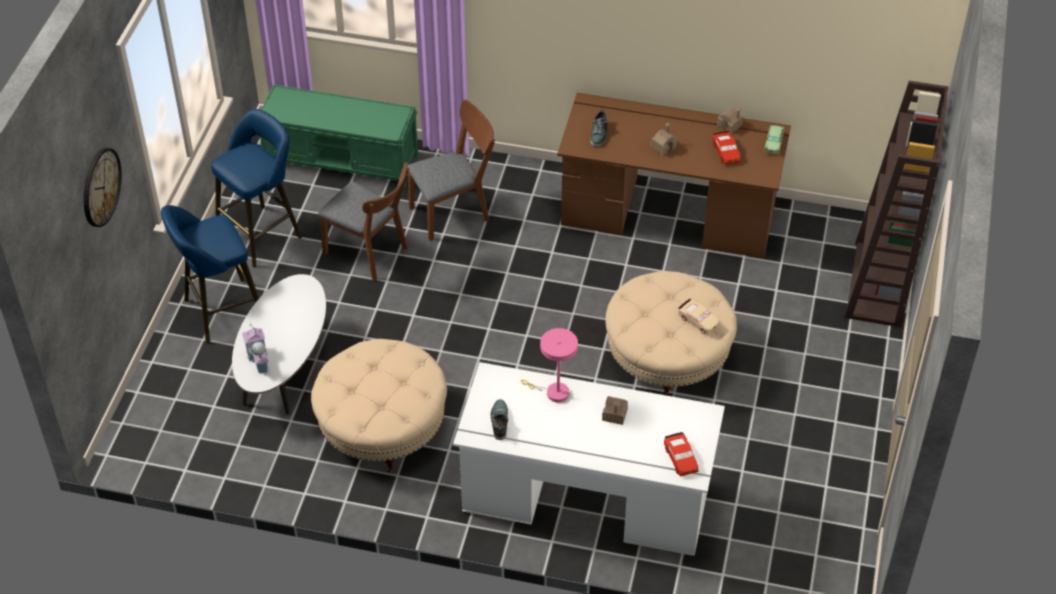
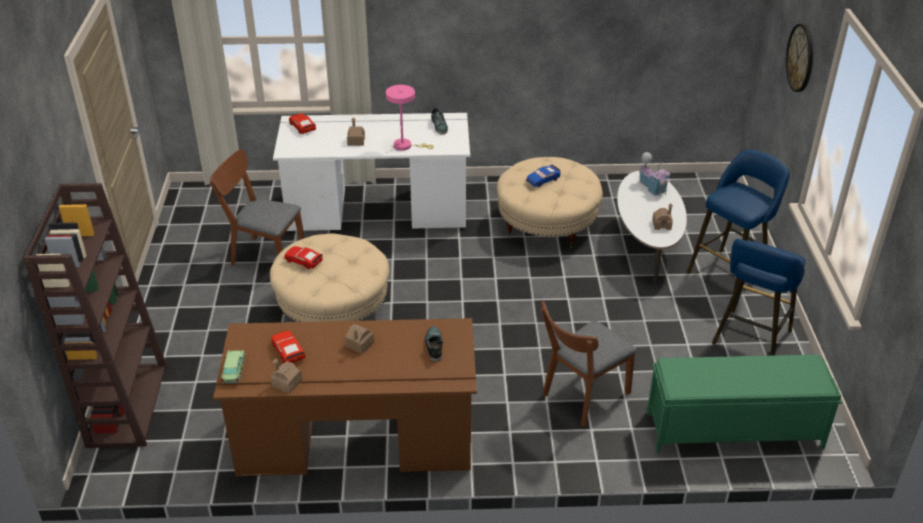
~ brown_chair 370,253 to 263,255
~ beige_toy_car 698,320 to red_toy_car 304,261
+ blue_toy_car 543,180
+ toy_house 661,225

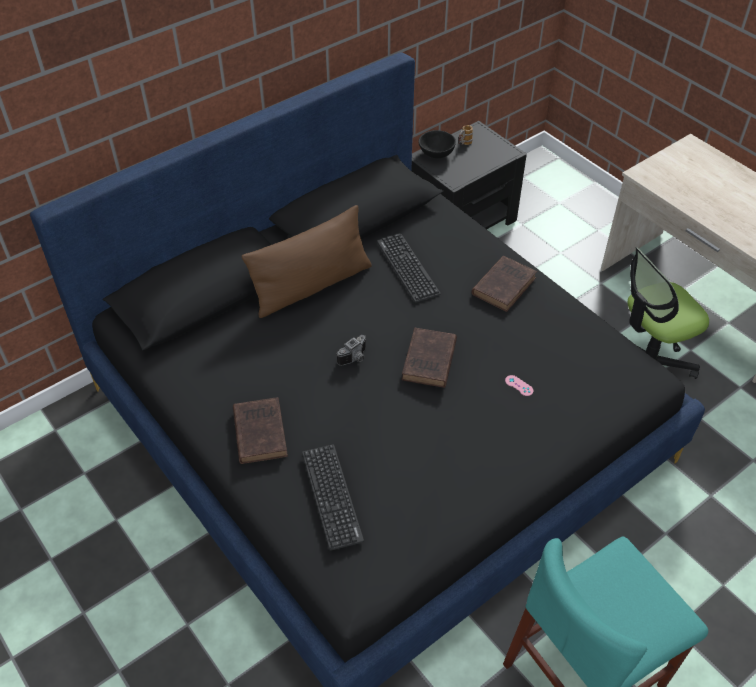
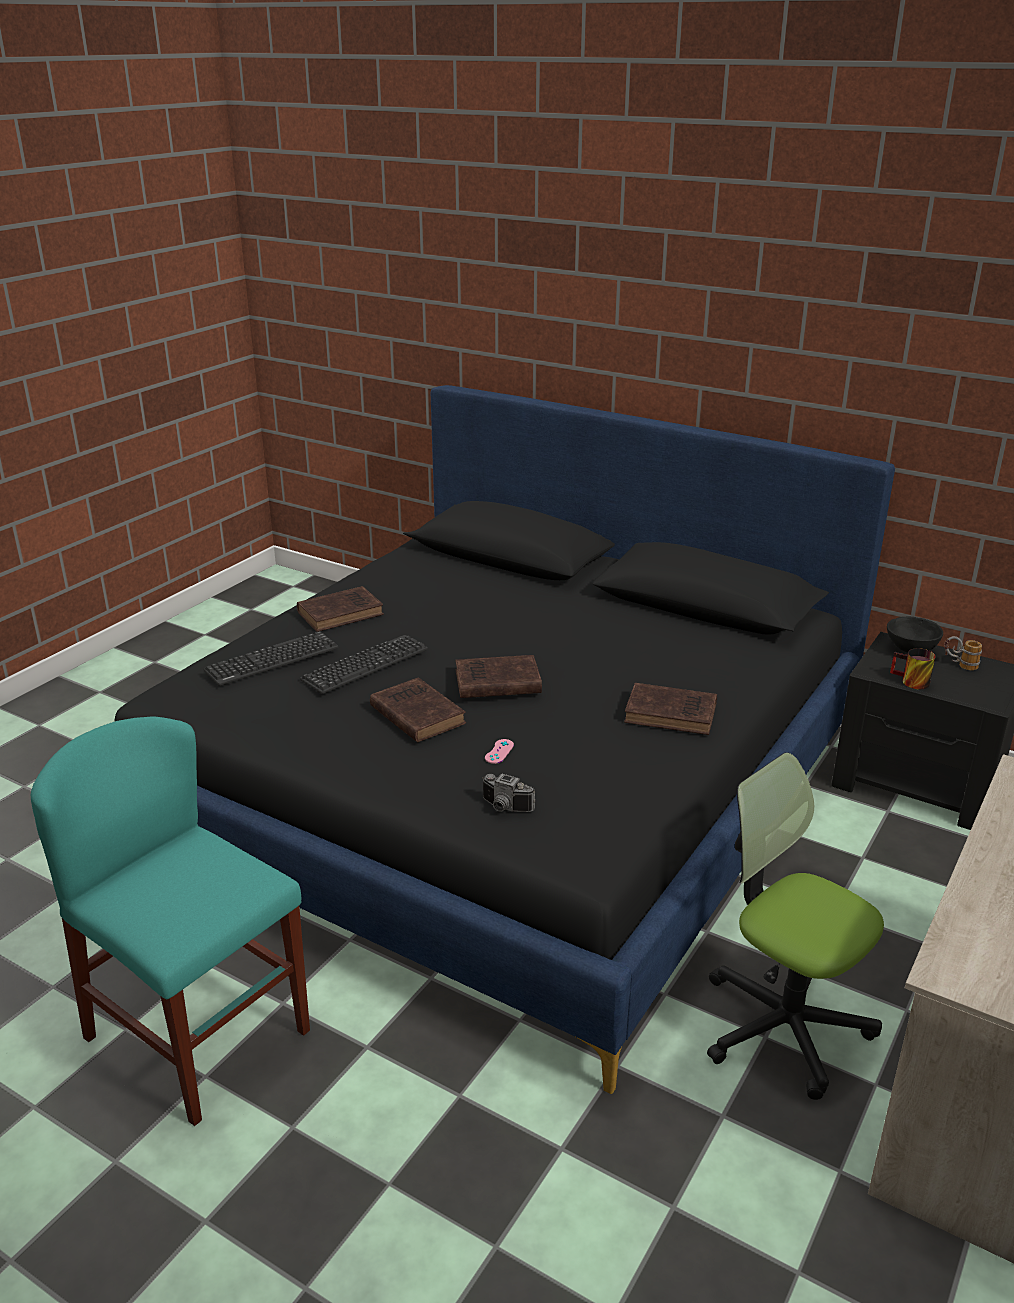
- brown_pillow 312,286
~ photo_camera 355,358 to 504,808
~ keyboard 407,268 to 365,665
+ brown_book 416,714
+ mug 910,682

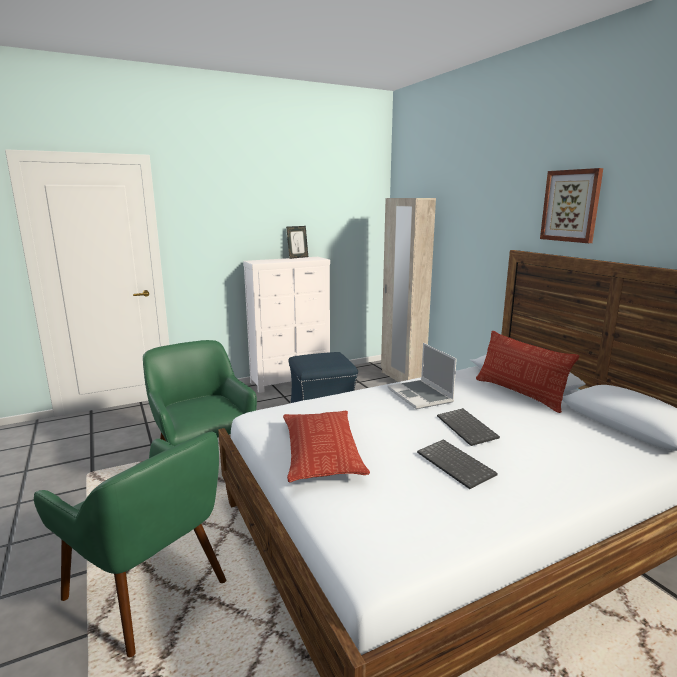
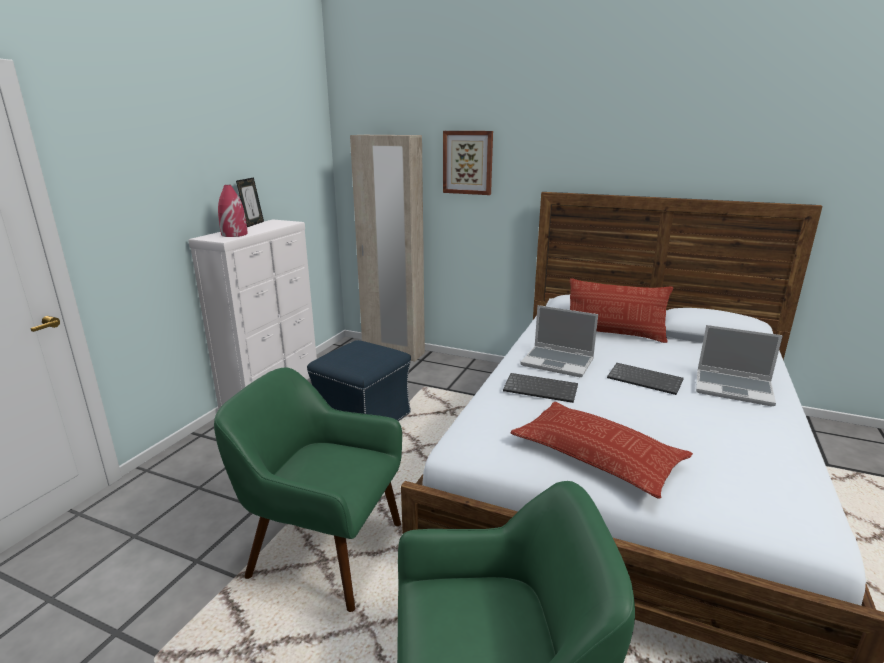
~ keyboard 457,465 to 541,389
~ picture 571,206 to 468,162
+ red_vase 234,234
+ laptop 734,388

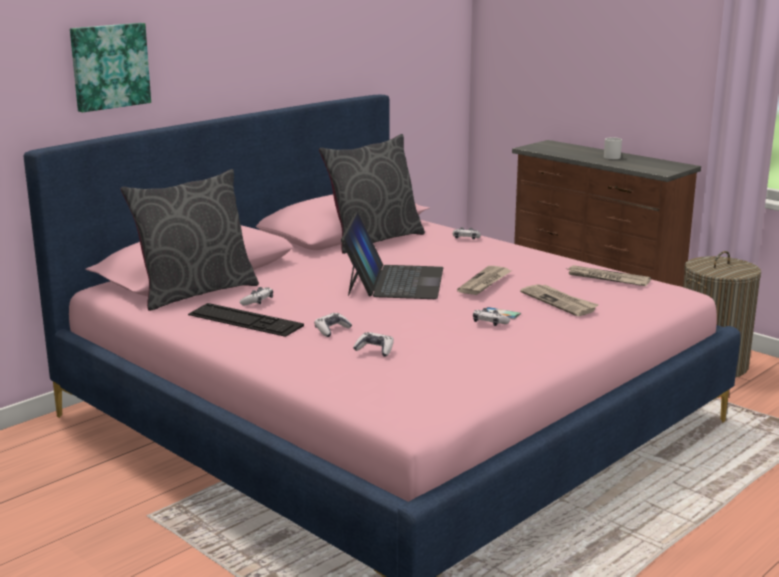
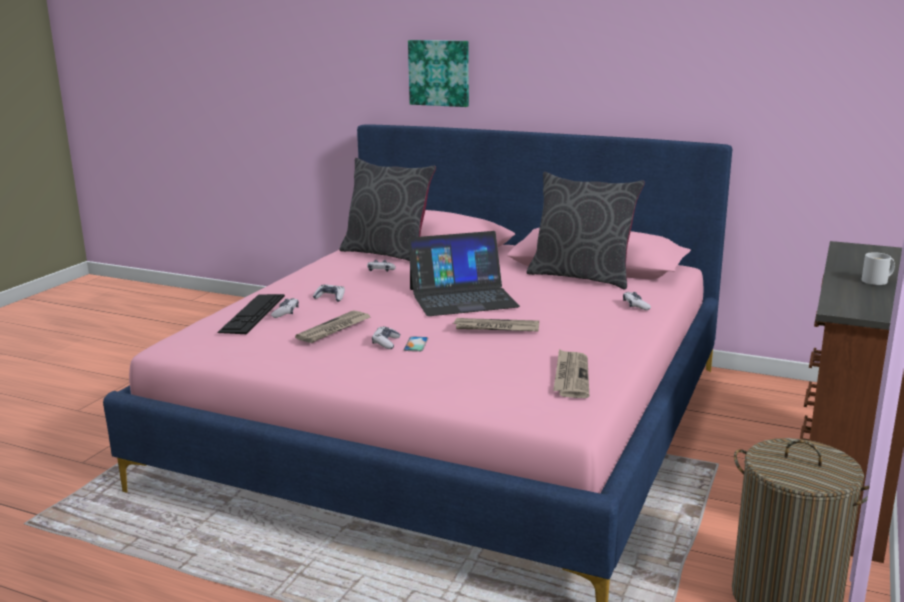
~ keyboard 245,320 to 252,313
~ newspaper 559,302 to 334,329

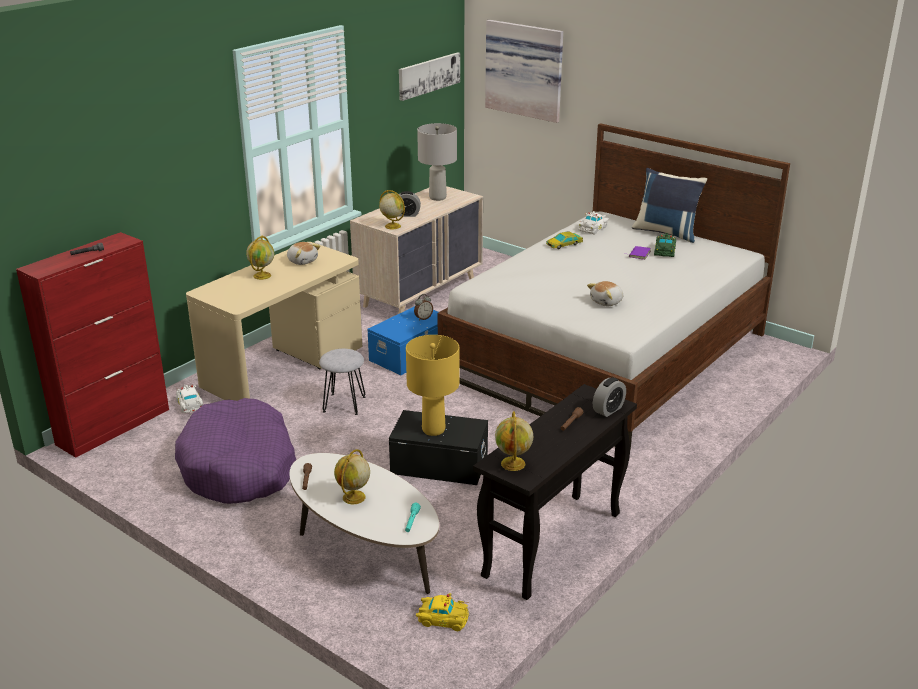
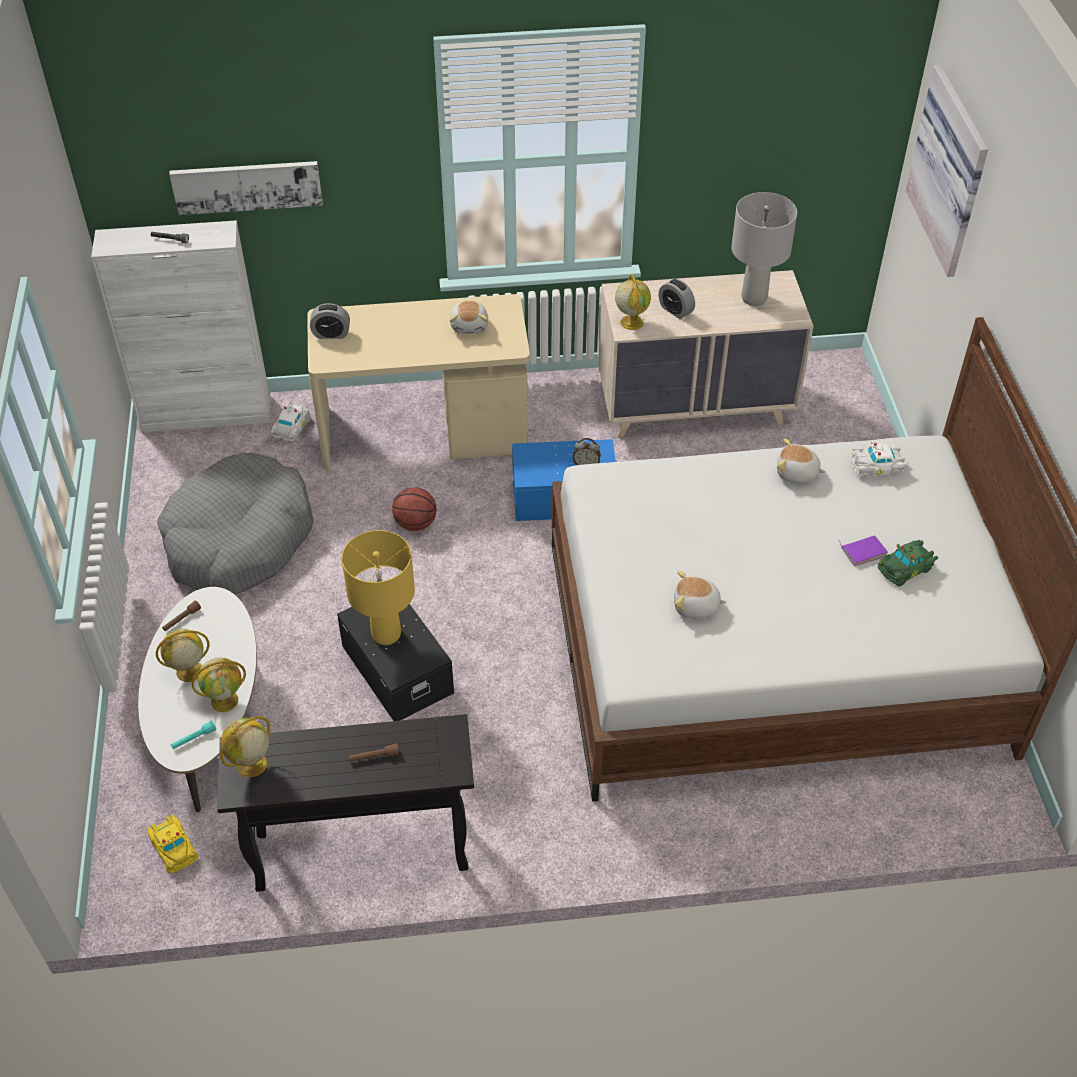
~ red_cabinet 114,426 to white_cabinet 207,414
~ purple_dog_bed 239,467 to grey_dog_bed 239,539
~ globe 262,275 to 225,700
~ grey_stool 344,404 to basketball 415,523
~ picture 428,75 to 247,186
~ toy_car 564,244 to plush_toy 797,473
~ alarm_clock 608,410 to 331,334
- blue_pillow 666,232

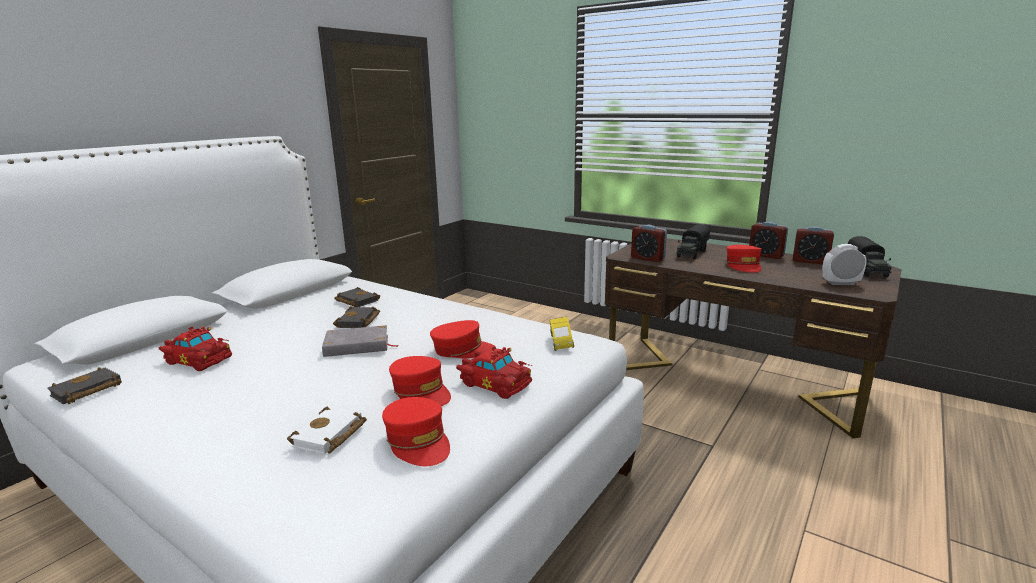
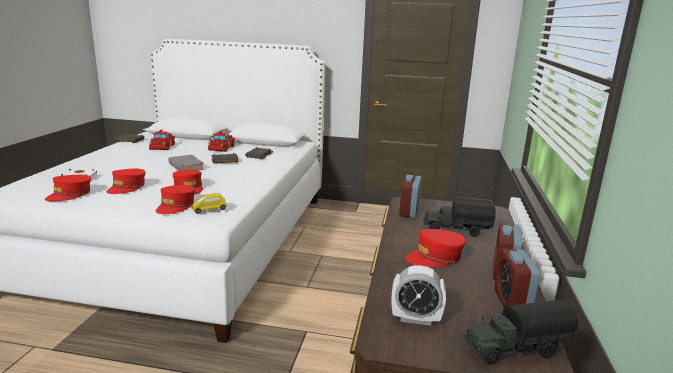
~ red_toy_car 494,383 to 222,148
~ alarm_clock 840,283 = 415,319 120 degrees clockwise
+ red_cap 176,206

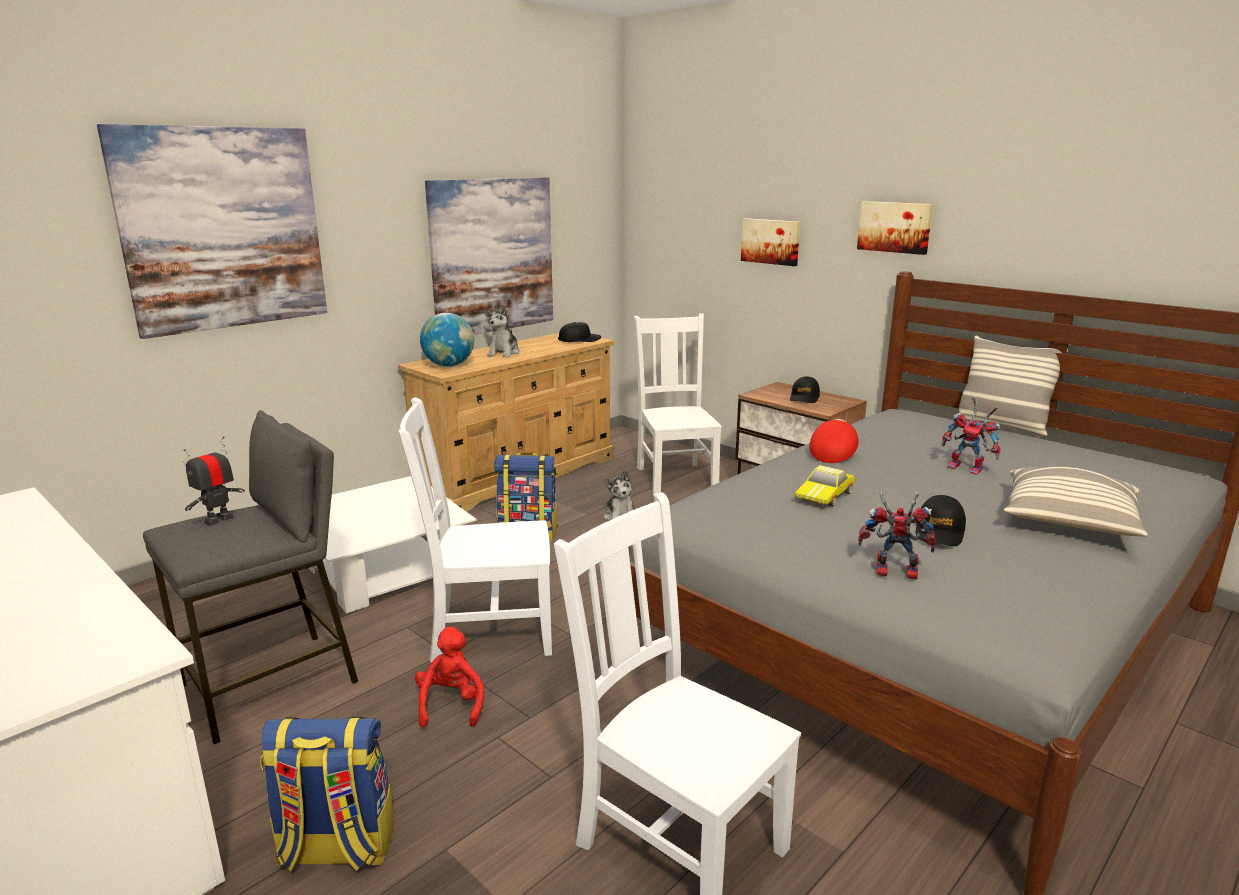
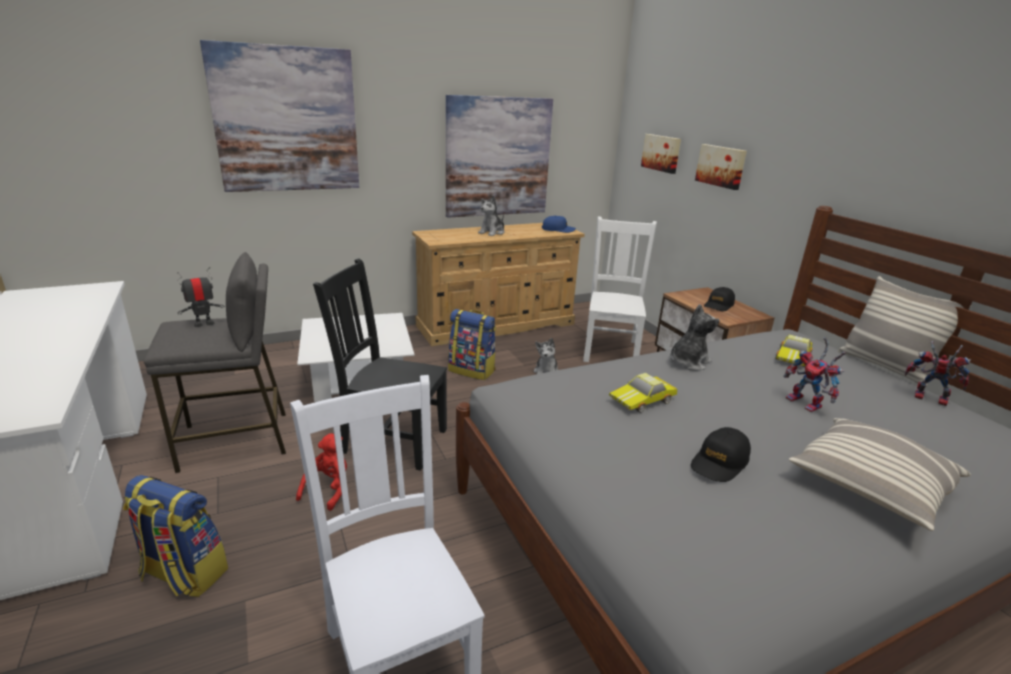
~ white_chair 487,632 to black_chair 391,440
- globe 449,365
~ black_cap 579,340 to blue_cap 558,230
~ red_cap 833,454 to plush_toy 687,362
~ picture 895,227 to 661,153
~ toy_robot 892,573 to 927,398
+ toy_car 794,357

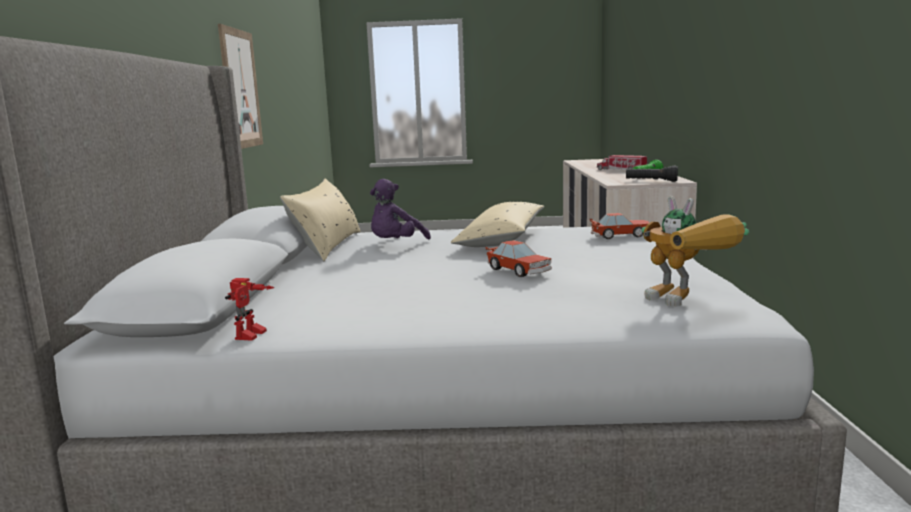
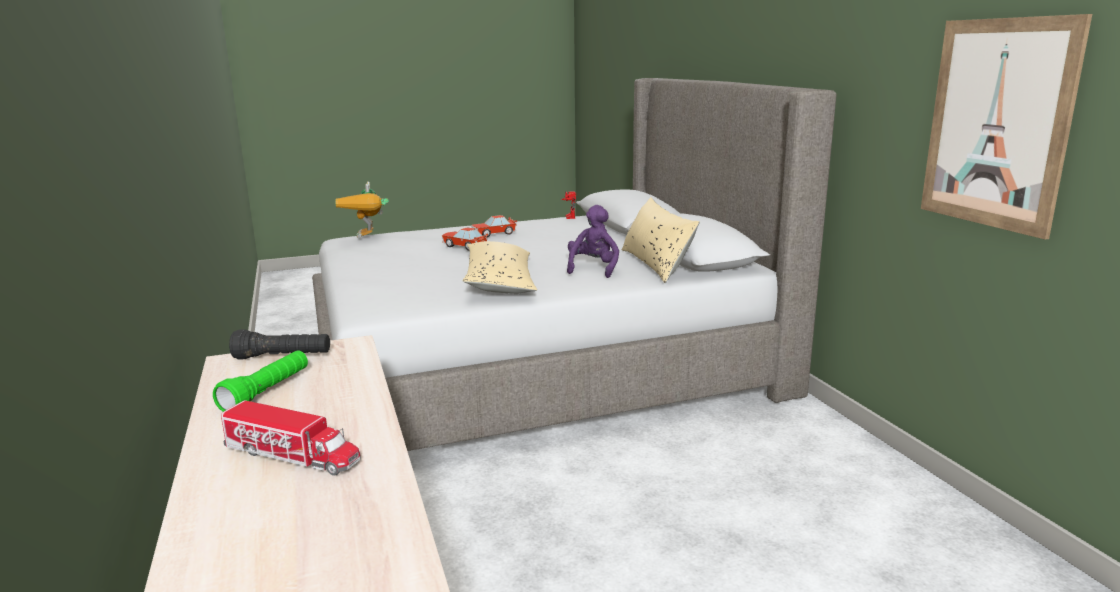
~ toy_car 620,236 to 493,234
~ toy_robot 688,302 = 369,237 135 degrees counterclockwise

